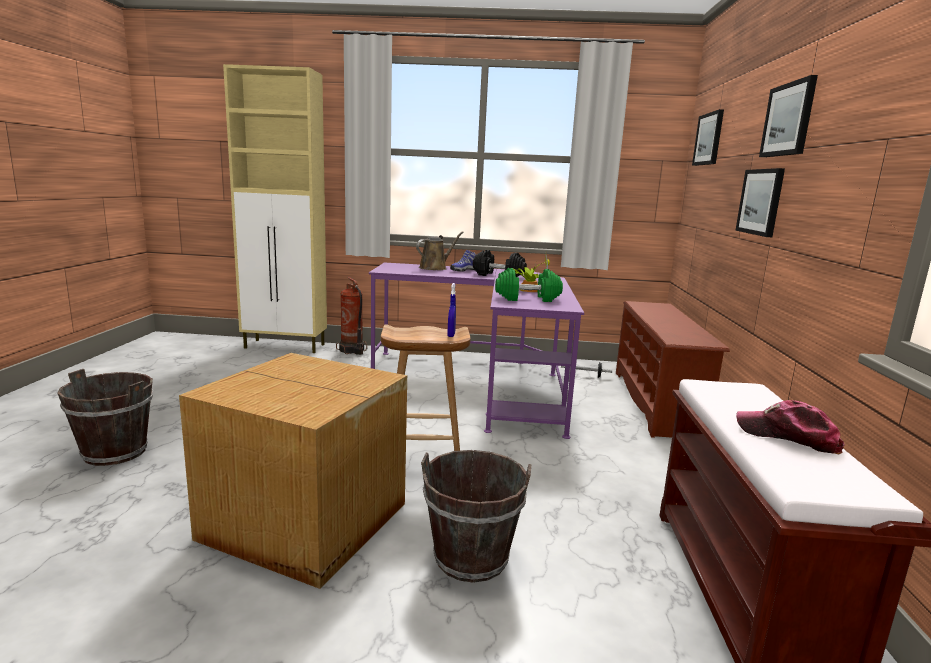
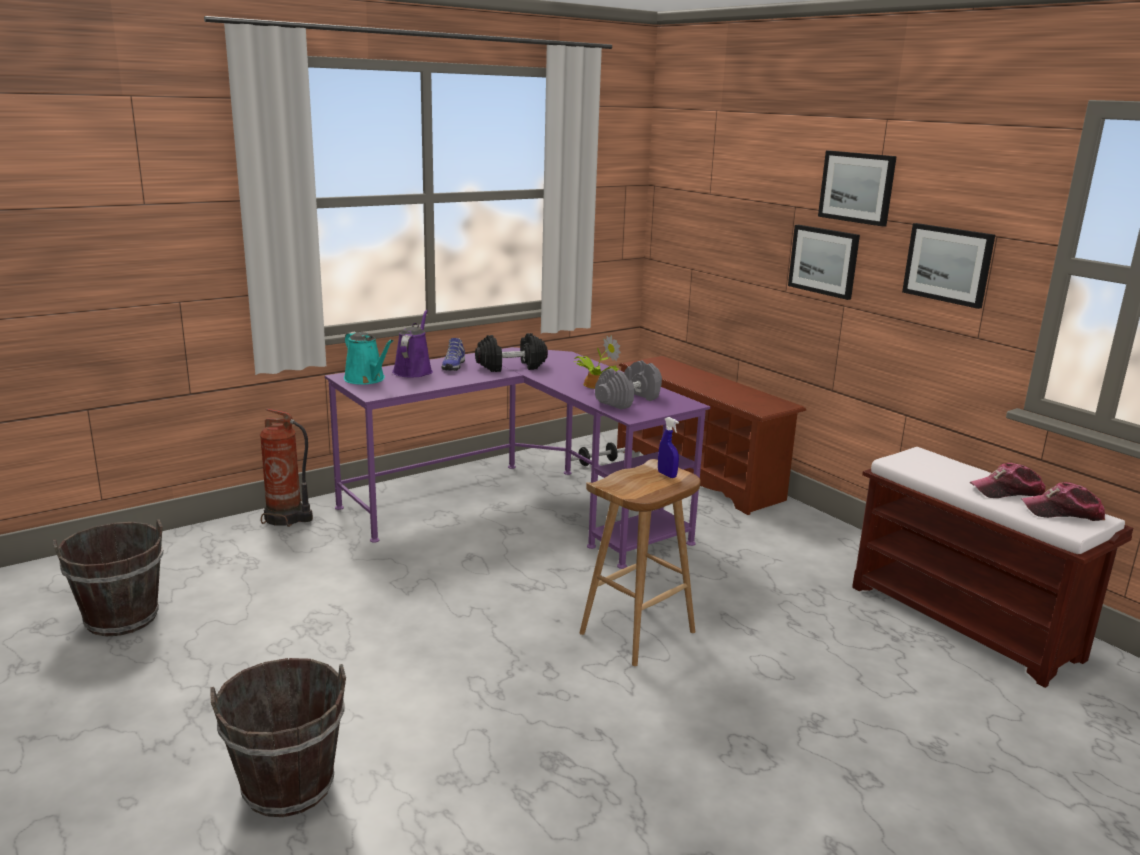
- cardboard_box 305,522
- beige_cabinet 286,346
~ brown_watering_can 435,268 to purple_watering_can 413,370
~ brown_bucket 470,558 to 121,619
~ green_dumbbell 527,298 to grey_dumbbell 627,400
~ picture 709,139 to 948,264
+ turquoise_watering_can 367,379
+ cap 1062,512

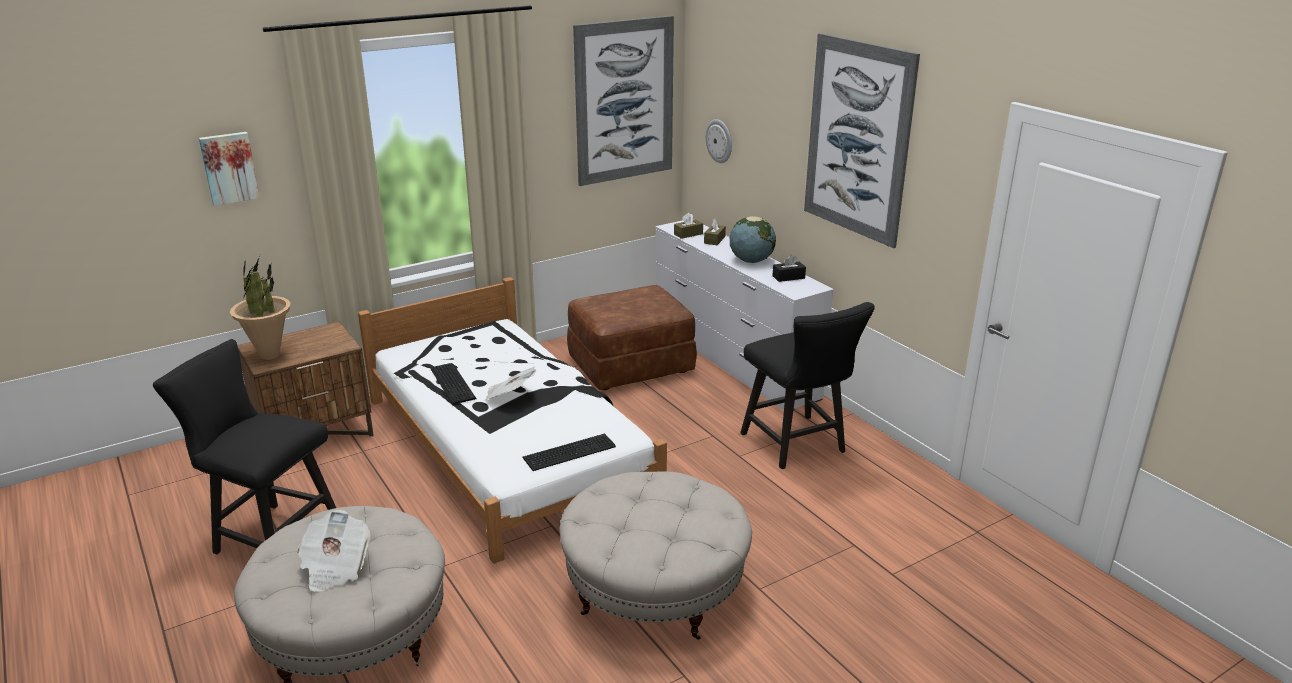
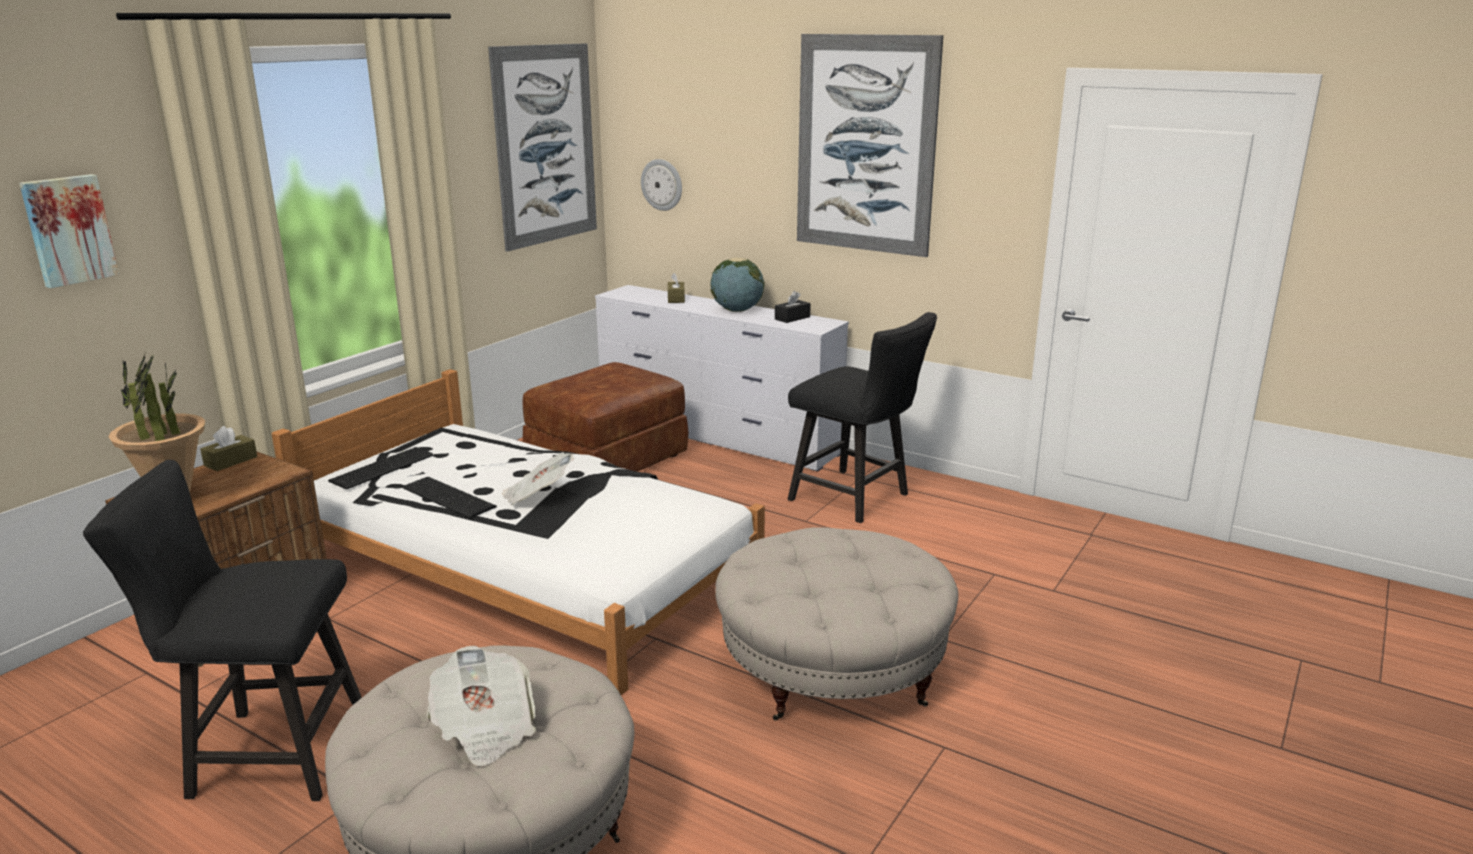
~ keyboard 567,451 to 380,468
~ brown_tissue_box 688,234 to 230,461

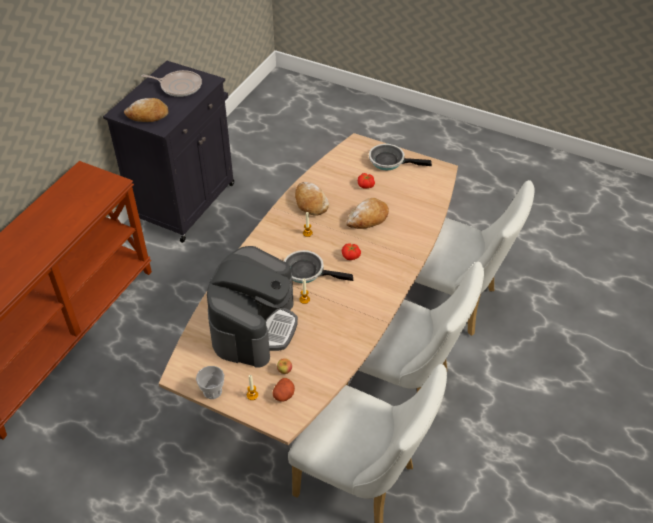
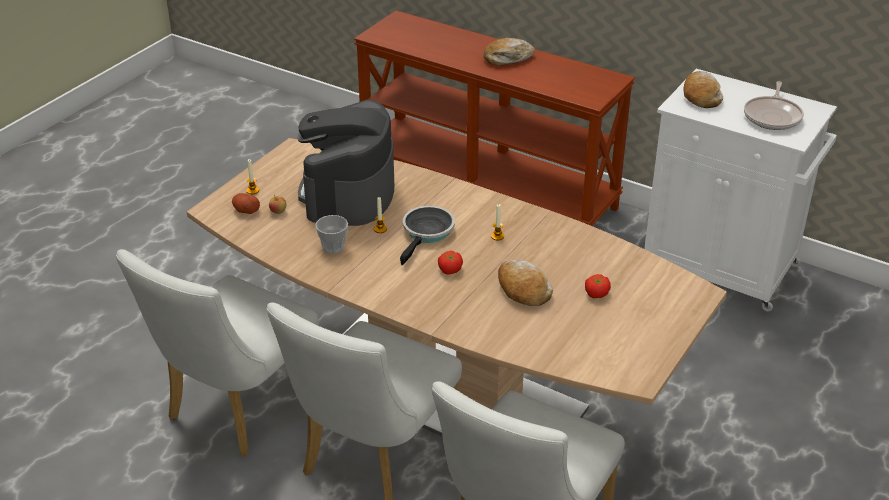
~ black_cabinet 185,201 to white_cabinet 722,267
~ cup 212,391 to 333,247
~ coffee_machine 254,325 = 348,193 75 degrees clockwise
~ bread 310,202 to 507,58
- frying_pan 390,161

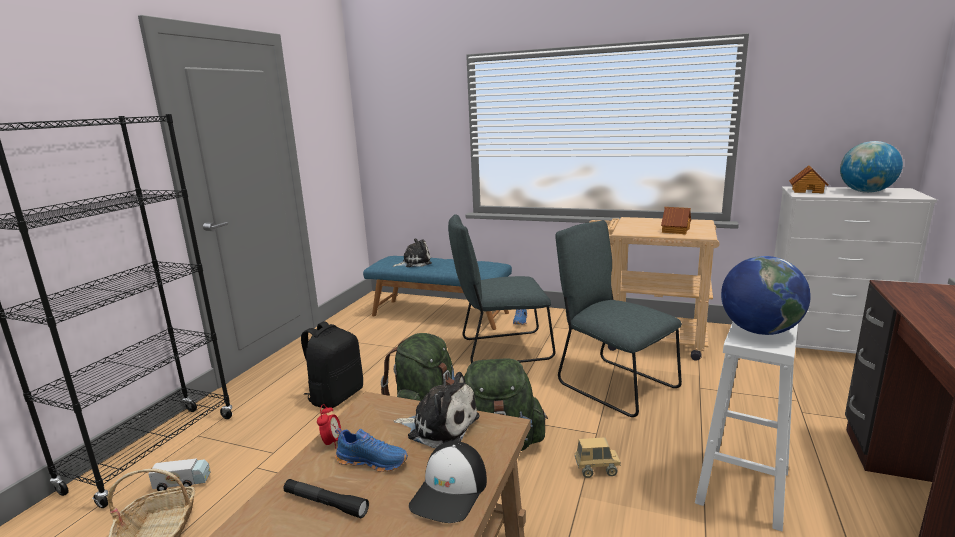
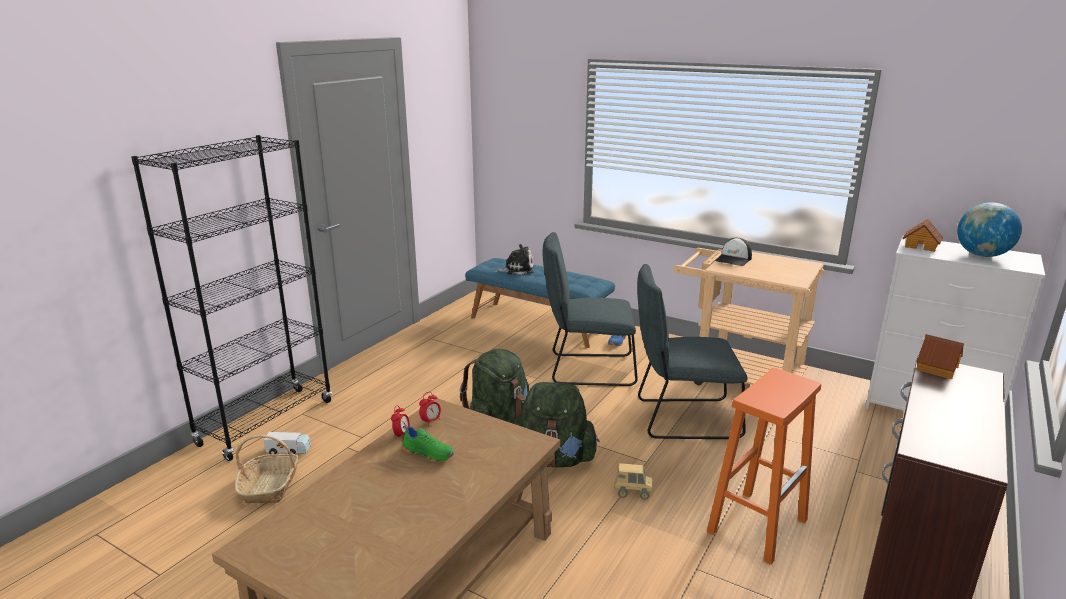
- black_flashlight 325,503
- black_backpack 336,396
~ blue_shoe 373,461 to green_shoe 429,453
- plush_toy 440,426
~ cap 450,491 to 734,259
~ grey_chair 612,384 = 682,419 60 degrees counterclockwise
~ toy_house 675,230 to 936,368
~ white_stool 742,485 to orange_stool 758,525
- globe 759,331
+ alarm_clock 431,421

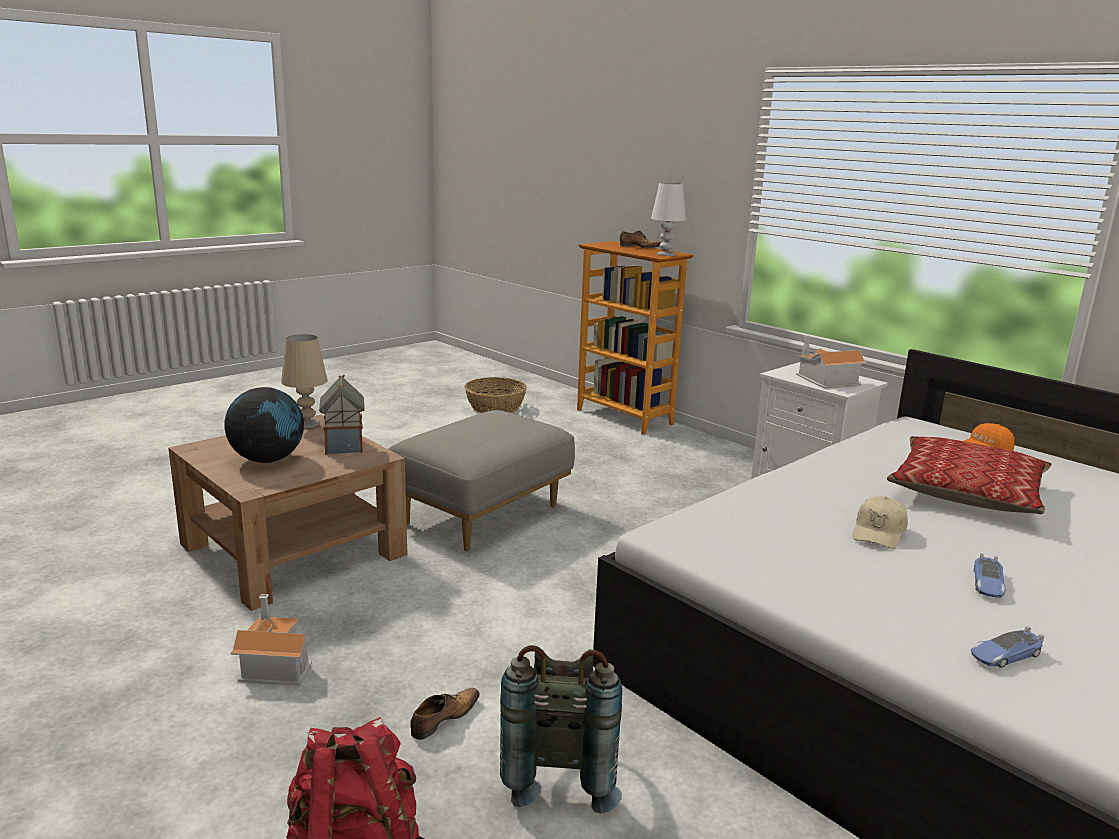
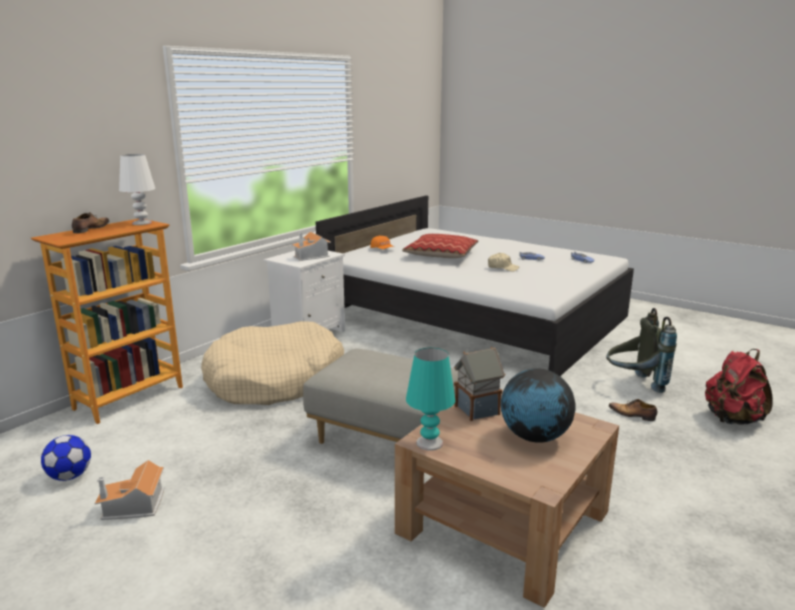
~ toy_house 274,663 to 134,506
~ beige_table_lamp 307,424 to turquoise_table_lamp 430,443
~ basket 496,407 to football 70,476
+ beige_dog_bed 275,380

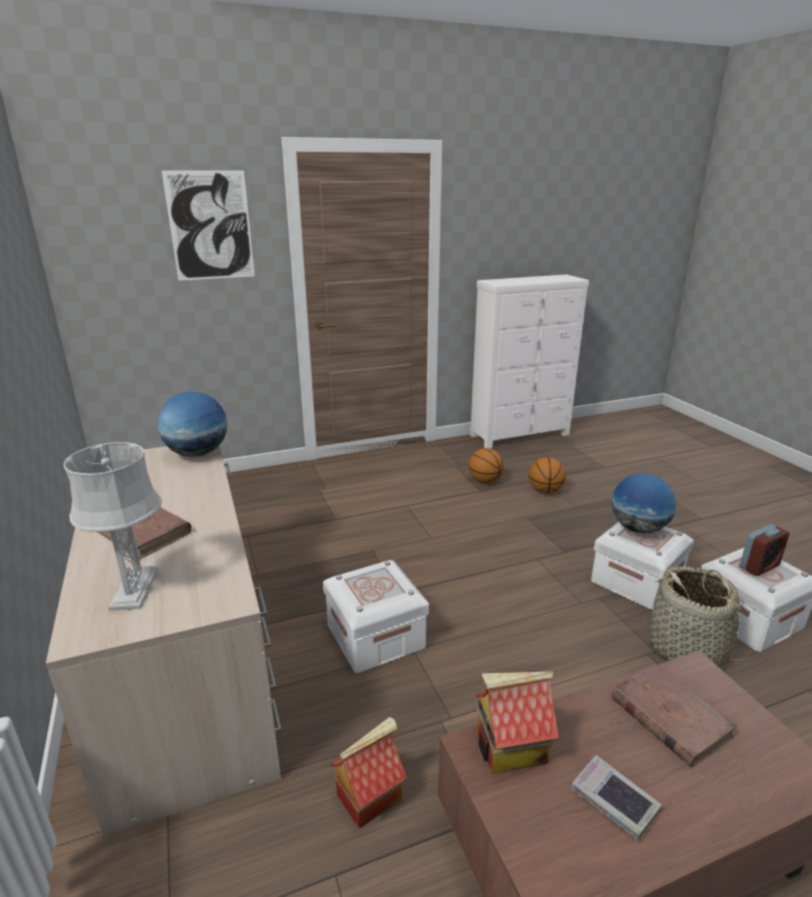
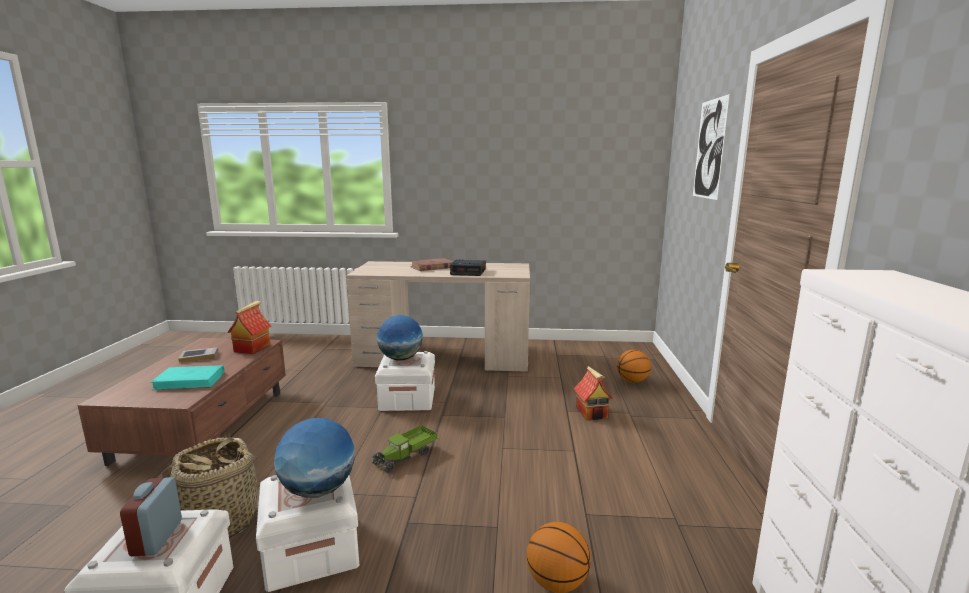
- grey_table_lamp 135,588
~ globe 197,453 to 401,358
~ toy_house 369,795 to 592,412
~ basketball 485,481 to 632,381
~ brown_book 669,716 to turquoise_book 190,381
+ toy_truck 406,457
+ alarm_clock 468,272

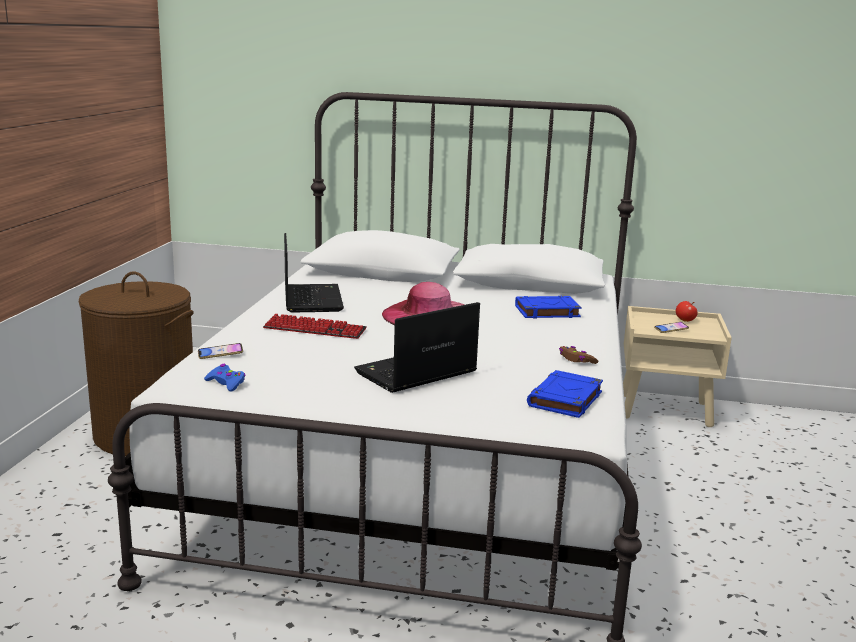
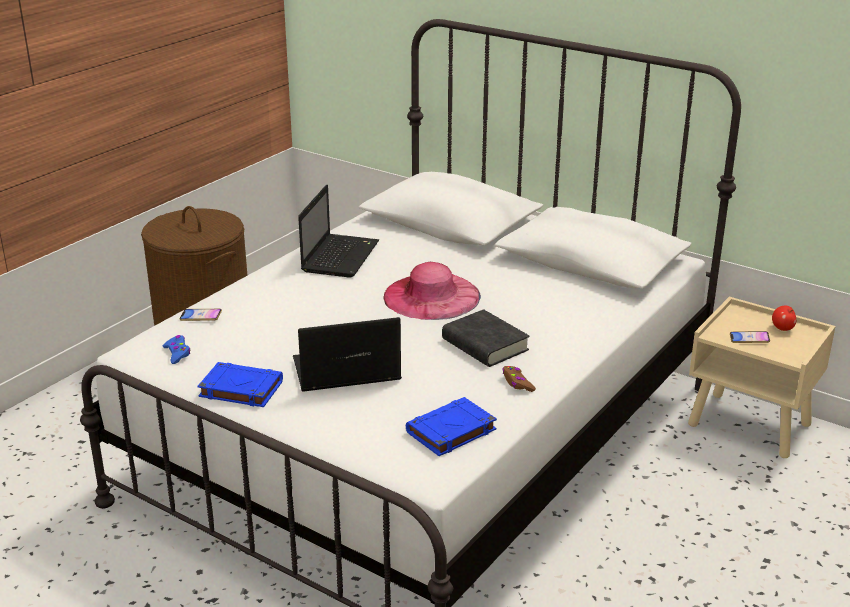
- keyboard 315,329
~ blue_book 546,312 to 240,389
+ black_book 485,345

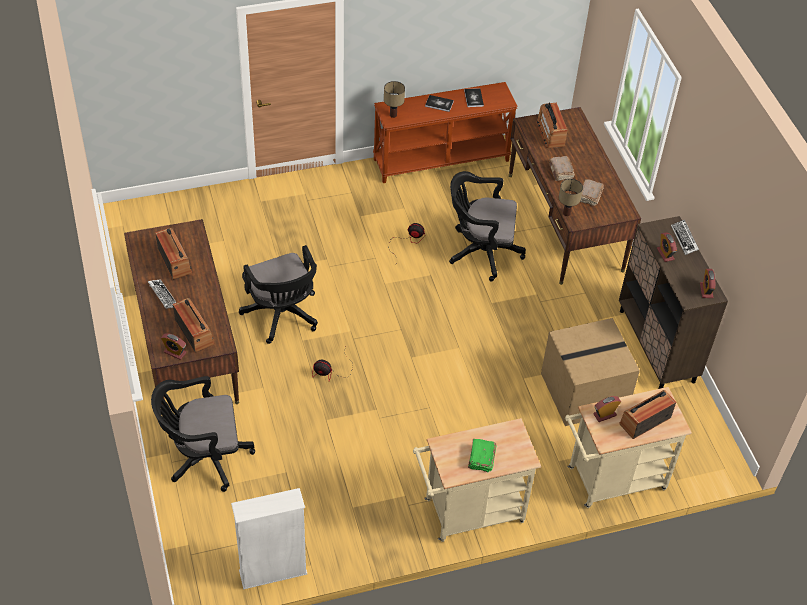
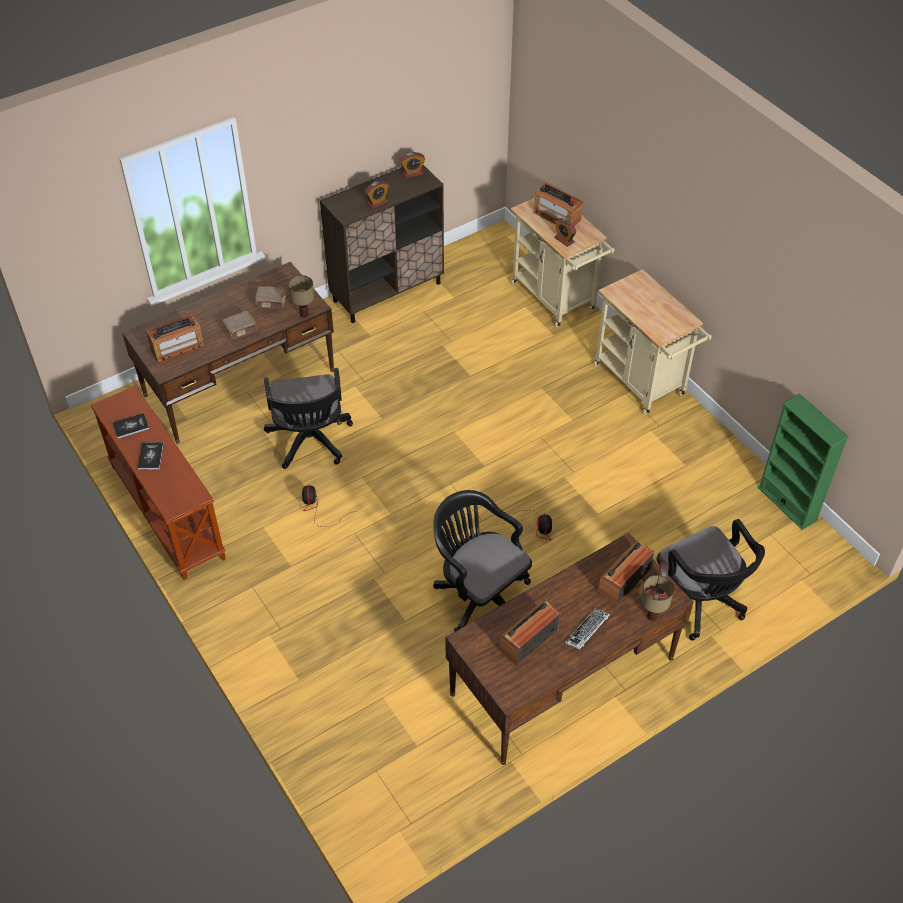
~ white_bookcase 273,572 to green_bookcase 787,503
~ black_office_chair 282,316 = 479,594 90 degrees counterclockwise
~ table_lamp 393,115 to 651,616
- green_book 481,459
- cardboard_box 584,391
- keyboard 684,239

